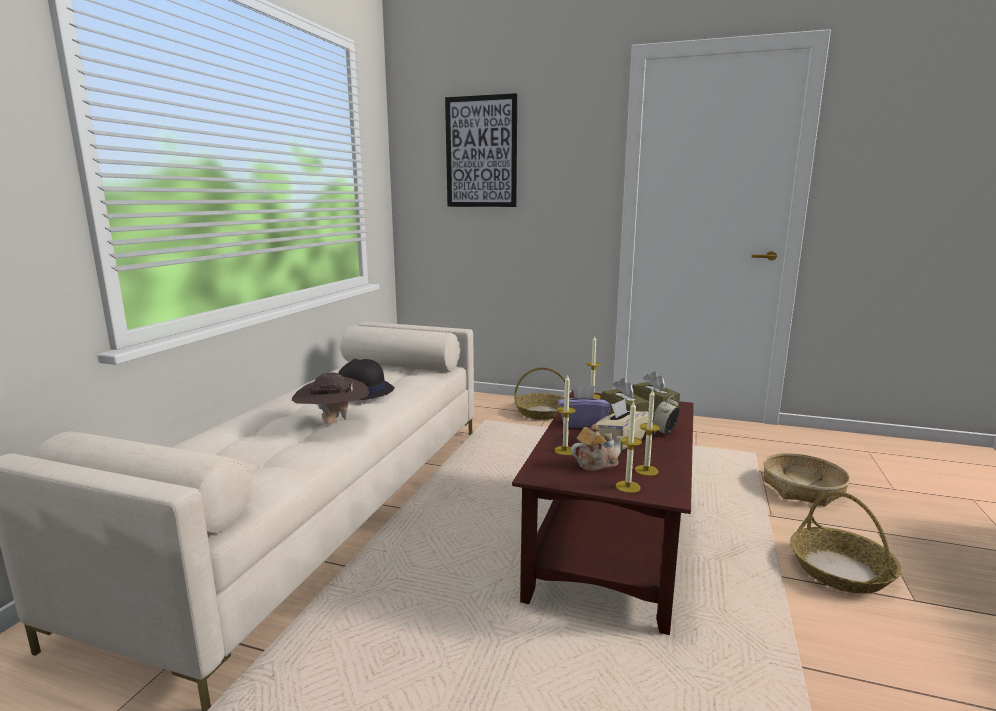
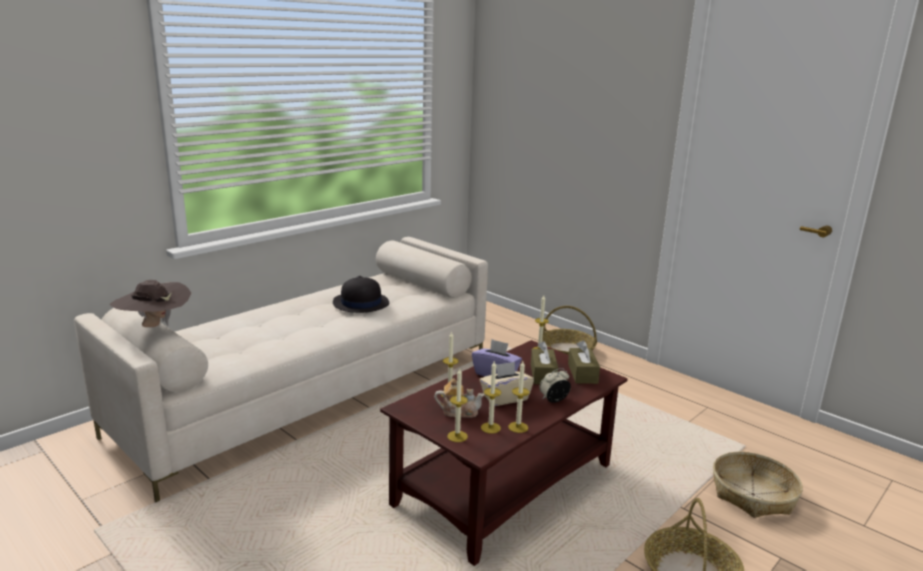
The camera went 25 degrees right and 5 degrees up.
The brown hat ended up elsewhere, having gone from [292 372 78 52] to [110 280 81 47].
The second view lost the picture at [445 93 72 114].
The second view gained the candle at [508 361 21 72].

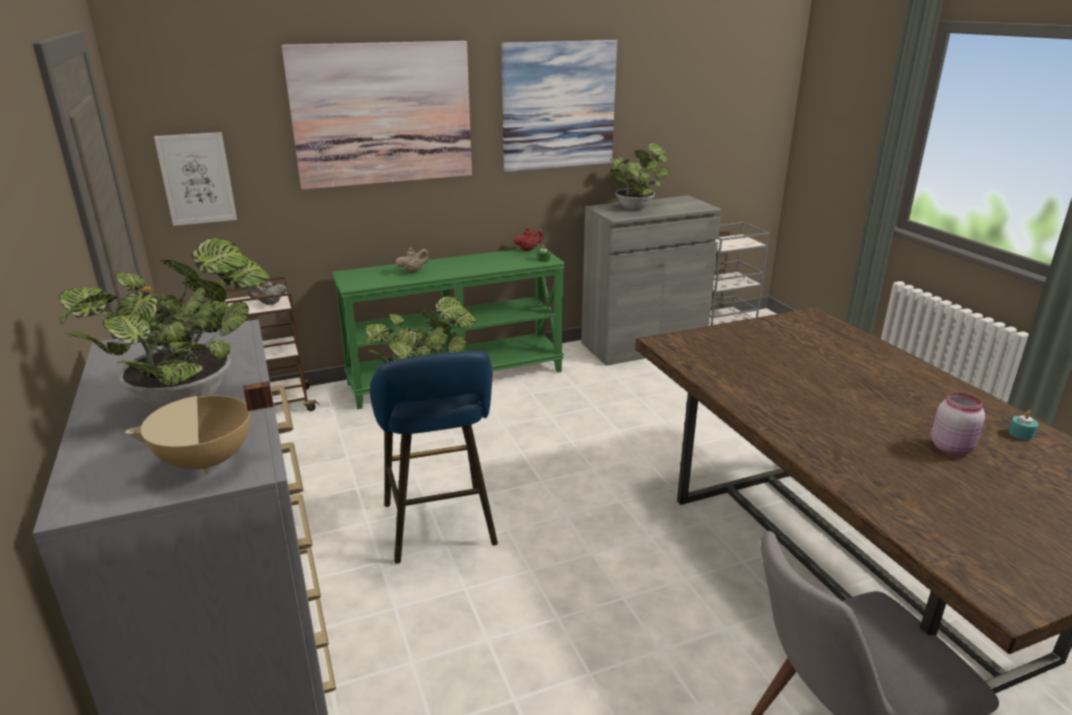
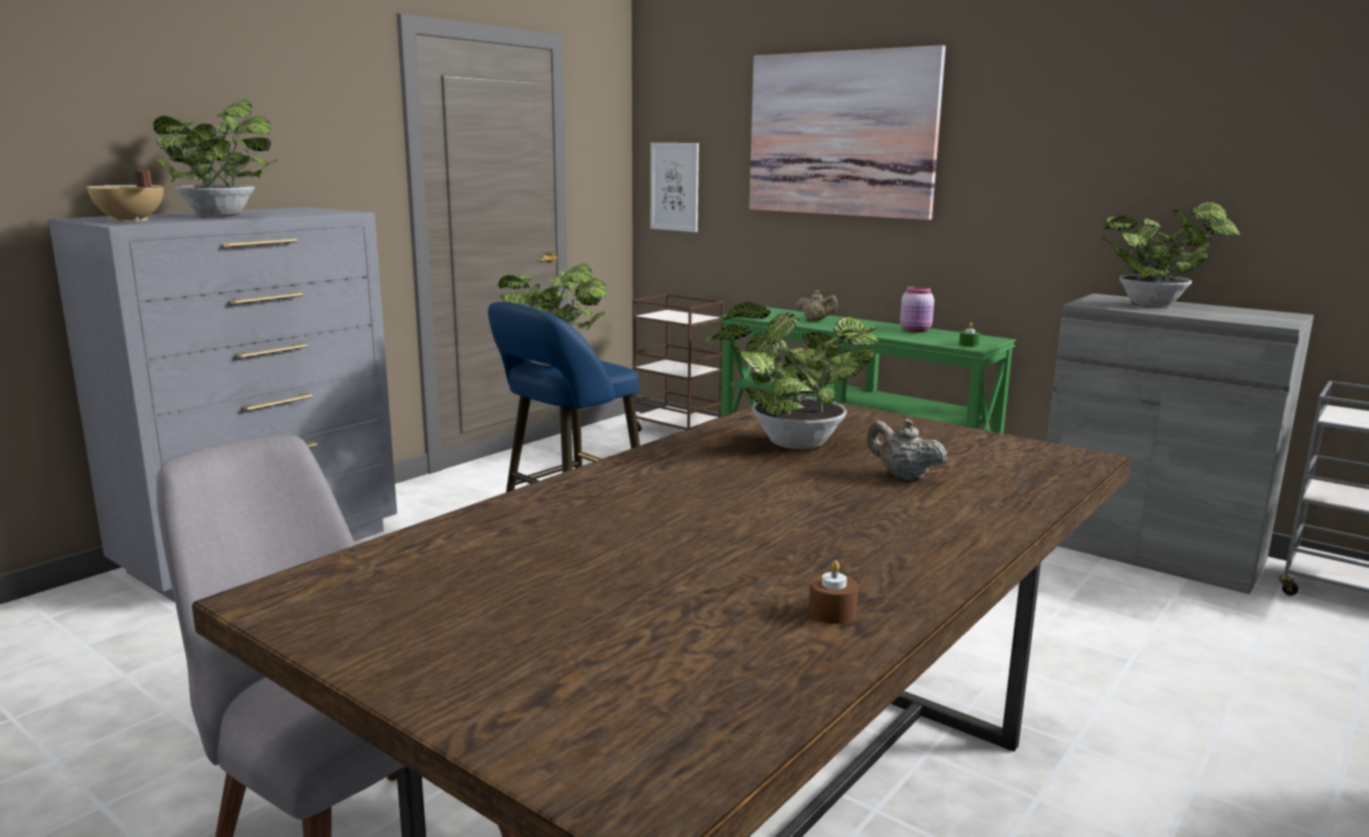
The camera went 60 degrees right and 10 degrees down.
The beige teapot ended up elsewhere, having gone from [248 280 39 25] to [867 419 80 61].
The second view lost the picture at [501 40 116 132].
The second view lost the red teapot at [513 228 31 23].
The pink jar ended up elsewhere, having gone from [931 392 54 63] to [900 286 34 46].
What was the turquoise candle at [1009 411 30 29] turned into the brown candle at [809 560 49 64].
The second view gained the potted plant at [704 302 175 147].

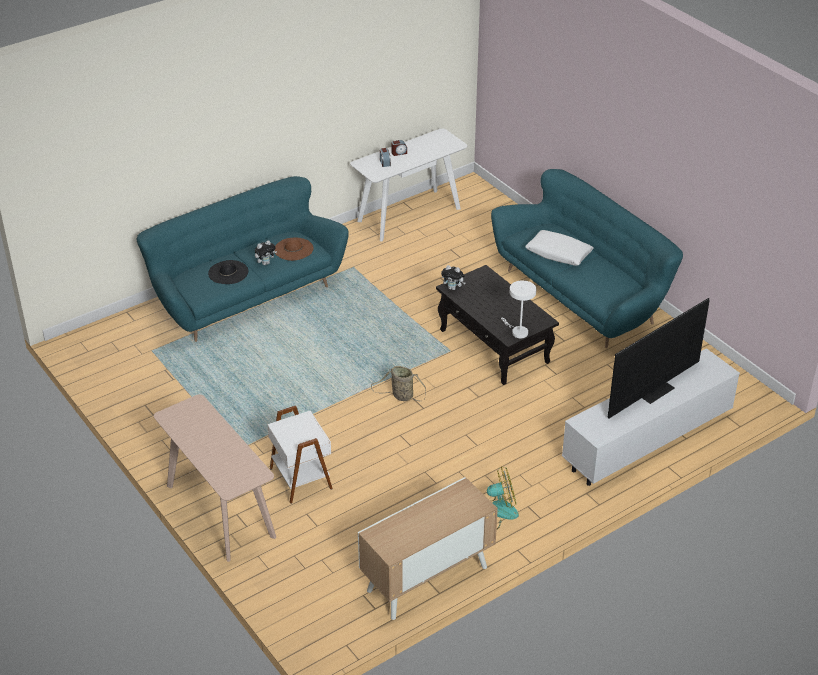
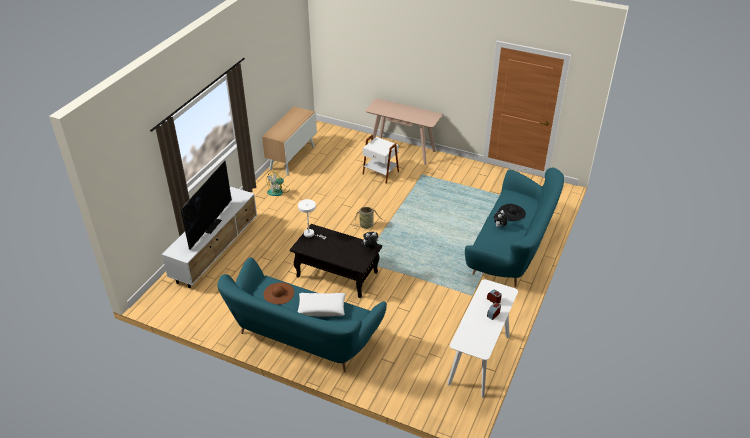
The camera went 150 degrees right and 0 degrees up.
The brown hat ended up elsewhere, having gone from [275 238 38 23] to [264 283 30 22].

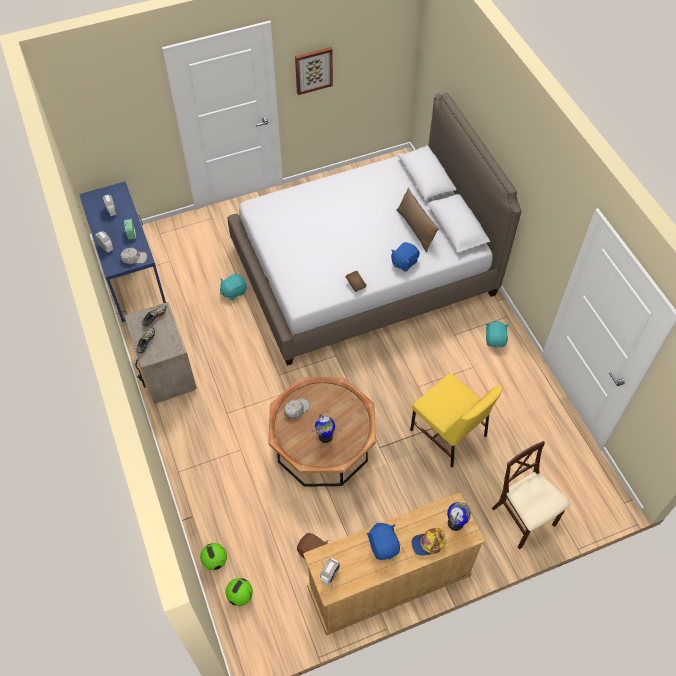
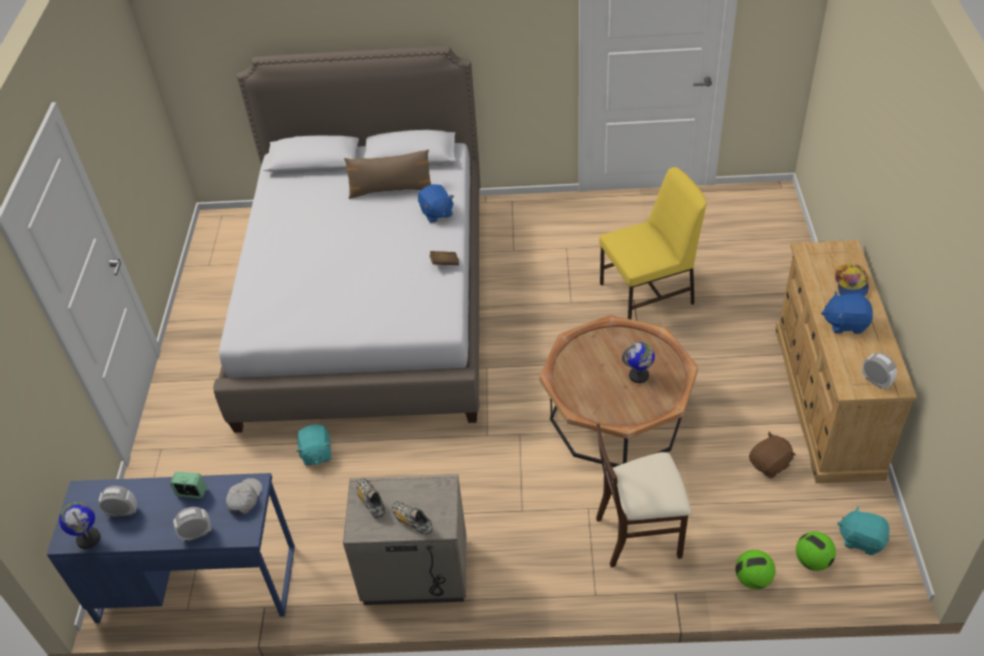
The camera went 65 degrees left and 10 degrees down.
The second view lost the white cap at [284 398 26 21].
The second view lost the picture at [295 47 38 48].
The globe ended up elsewhere, having gone from [447 502 24 29] to [59 502 41 47].
The turquoise plush toy ended up elsewhere, having gone from [486 321 23 26] to [837 505 52 50].
The beige chair ended up elsewhere, having gone from [492 441 79 109] to [596 424 95 143].

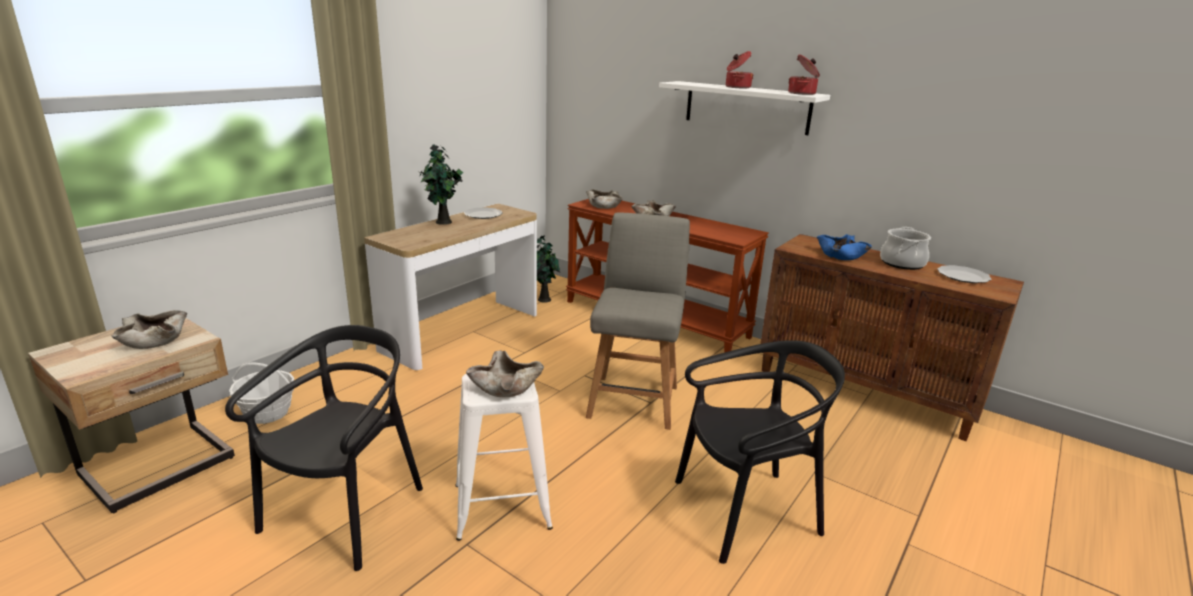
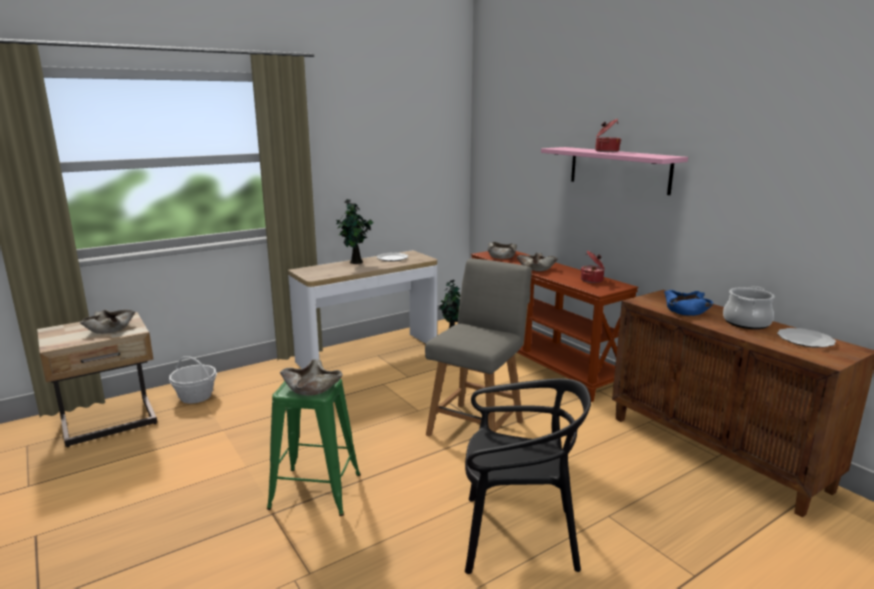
The camera went 20 degrees right and 5 degrees down.
The second view lost the black chair at [225 325 198 246].
What was the white stool at [455 374 98 167] turned into the green stool at [267 379 94 137].
What was the white shelf at [659 81 171 54] turned into the pink shelf at [541 147 147 48].
The cooking pot ended up elsewhere, having gone from [788 55 32 40] to [580 251 25 32].

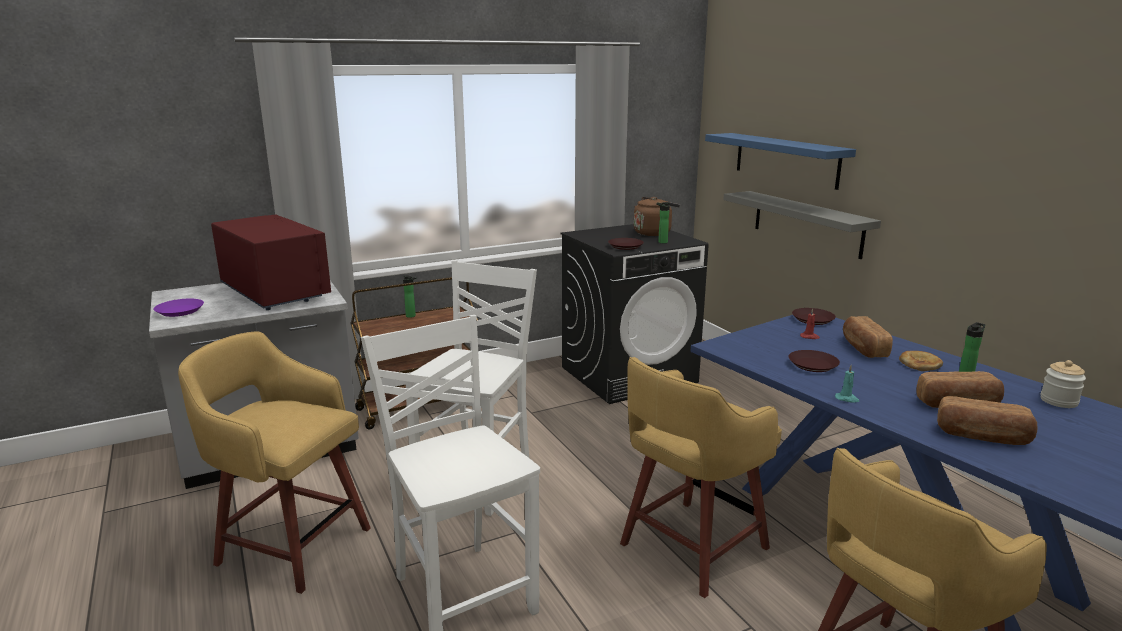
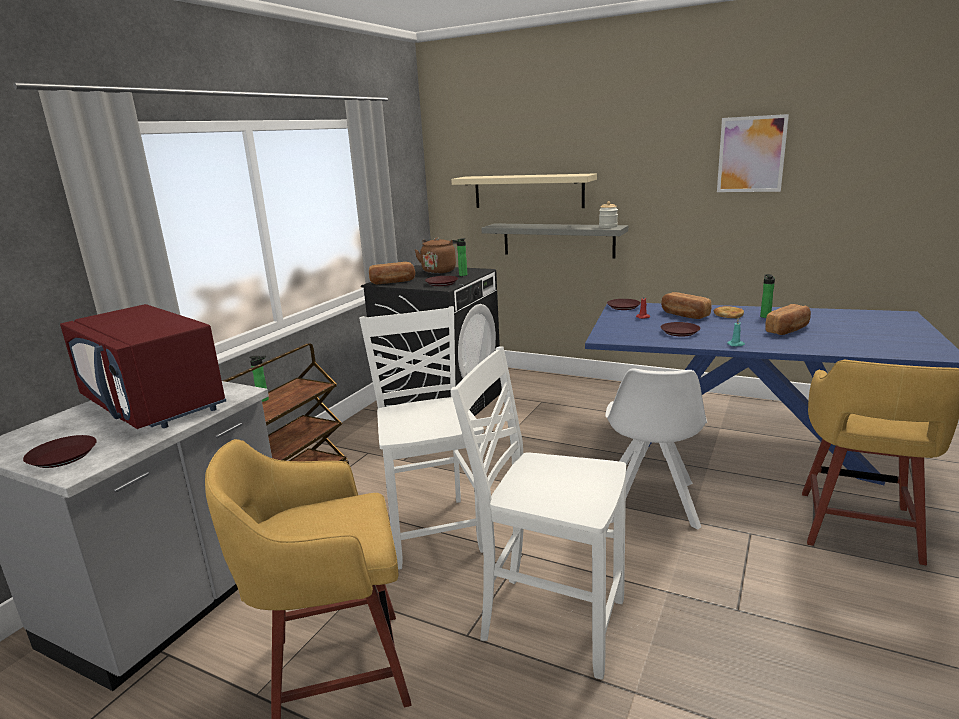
The camera went 35 degrees left and 0 degrees up.
What was the purple plate at [153 299 51 18] turned into the brown plate at [23 435 74 33].
The red microwave at [211 214 120 96] ended up facing another way, 150 degrees counterclockwise from before.
Where the yellow stool stood at [620 357 162 241], the white chair came to stand at [605 368 102 162].
What was the blue shelf at [705 133 151 57] turned into the beige shelf at [451 173 146 35].
The bread ended up elsewhere, having gone from [937 396 101 49] to [369 262 46 22].
The jar ended up elsewhere, having gone from [1040 360 46 48] to [599 201 19 27].
The second view gained the picture at [717 114 72 78].

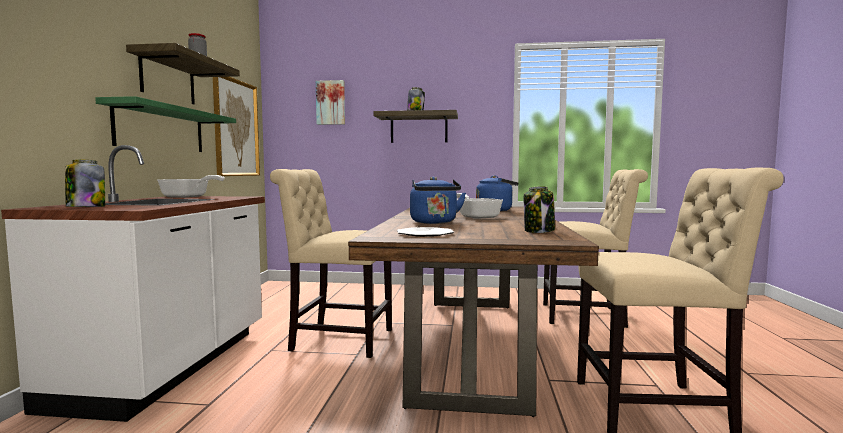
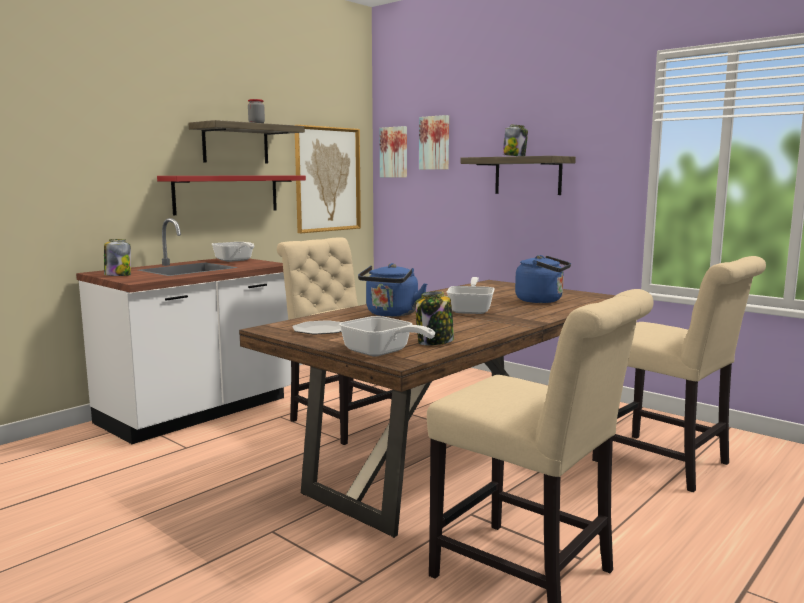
The camera went 35 degrees right and 5 degrees up.
What was the green shelf at [95 96 141 56] turned into the red shelf at [157 176 149 39].
The second view gained the frying pan at [339 316 96 41].
The second view gained the picture at [380 126 27 52].

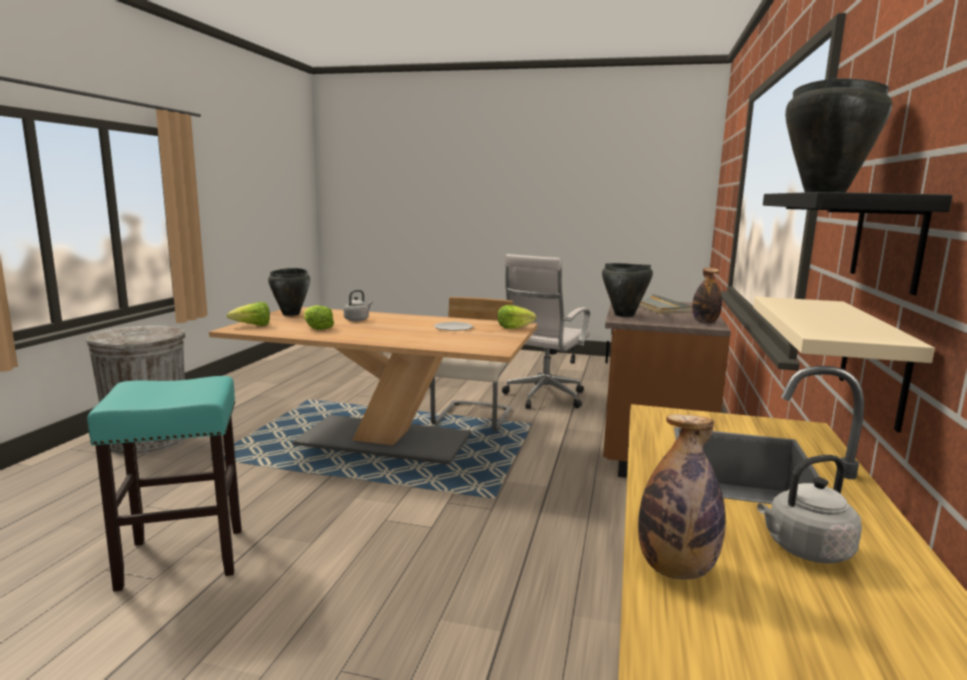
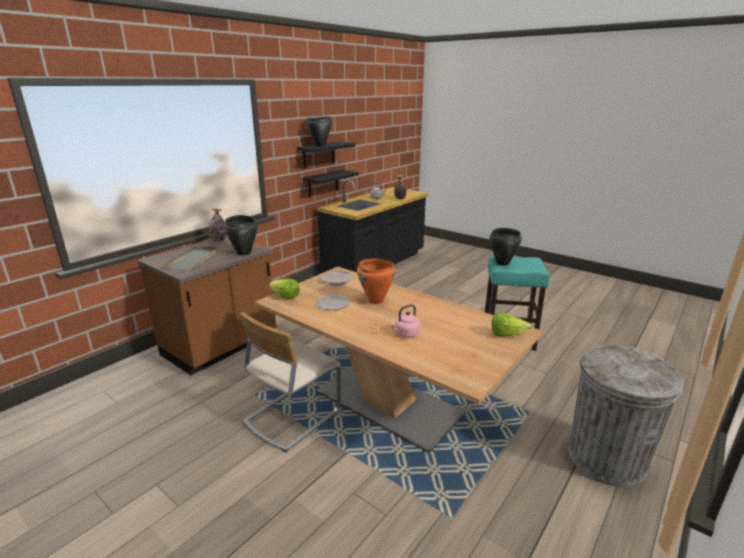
The camera went 155 degrees left and 10 degrees up.
The black cooking pot ended up elsewhere, having gone from [268 268 42 48] to [490 228 32 38].
The second view lost the lettuce at [304 305 30 25].
What was the grey kettle at [344 290 29 31] turned into the pink kettle at [389 304 31 34].
The second view lost the white office chair at [502 254 88 155].
What was the beige shelf at [753 297 182 135] turned into the black shelf at [302 170 57 27].
The second view gained the frying pan at [320 271 32 17].
The second view gained the orange cooking pot at [357 259 38 45].

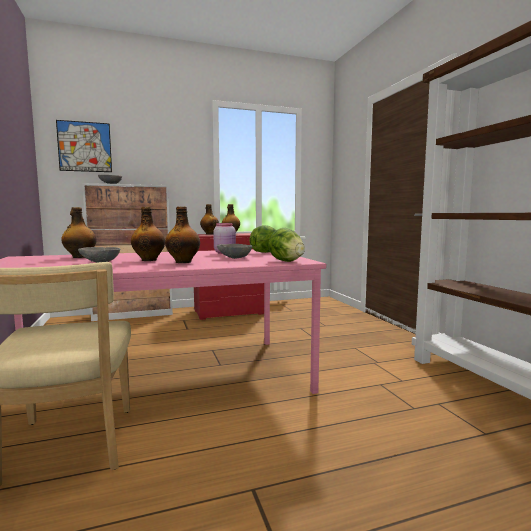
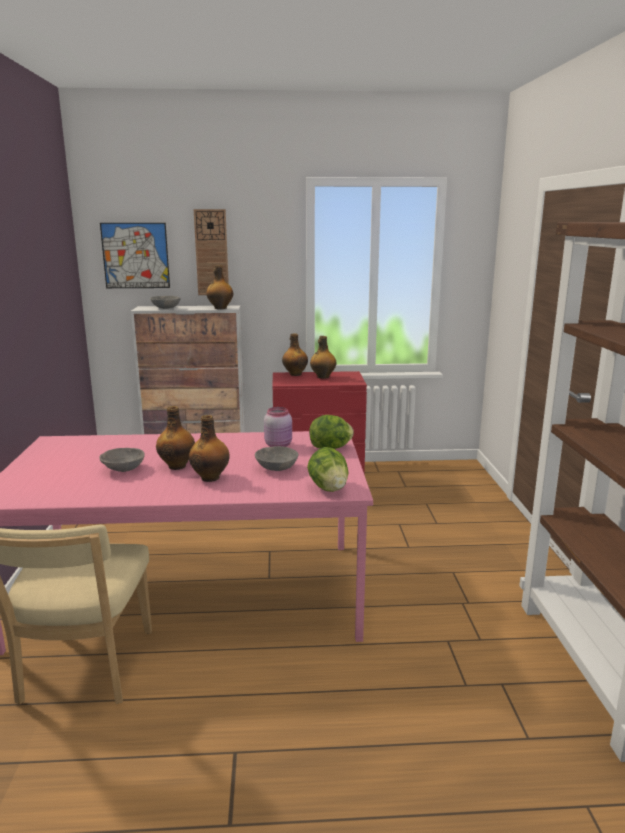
The camera went 15 degrees right and 10 degrees up.
The bottle ended up elsewhere, having gone from [61 207 35 51] to [206 265 27 44].
The second view gained the wall clock at [194 209 35 86].

